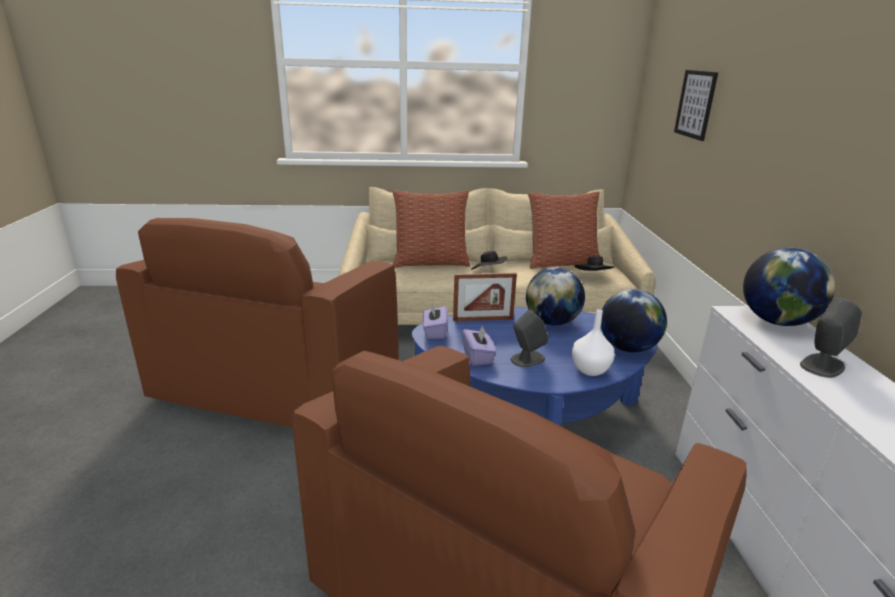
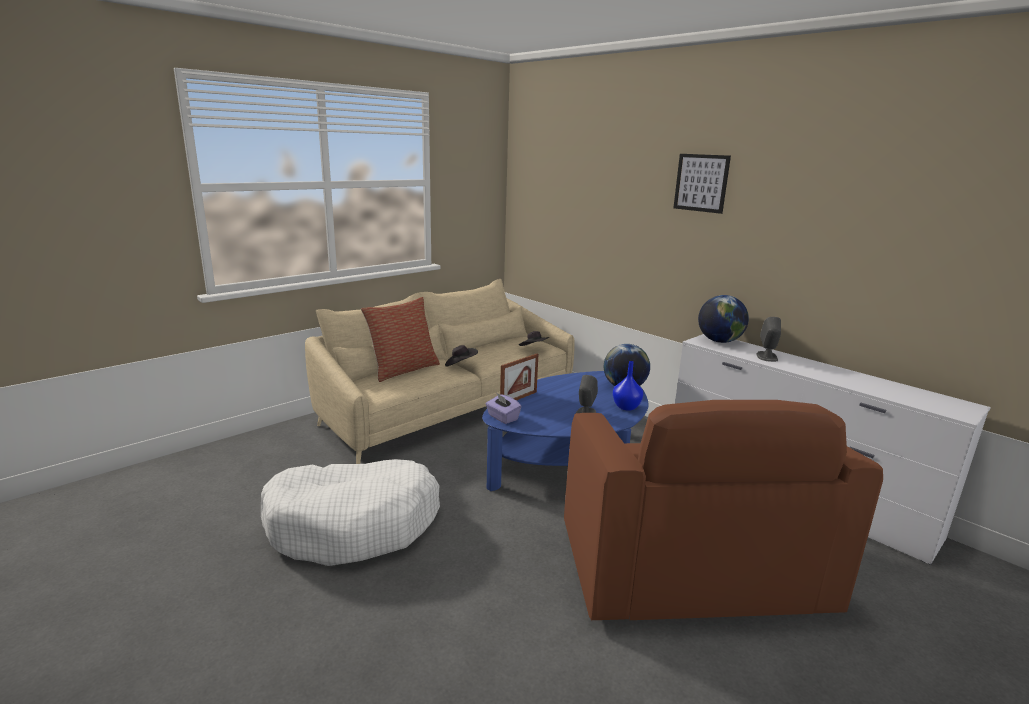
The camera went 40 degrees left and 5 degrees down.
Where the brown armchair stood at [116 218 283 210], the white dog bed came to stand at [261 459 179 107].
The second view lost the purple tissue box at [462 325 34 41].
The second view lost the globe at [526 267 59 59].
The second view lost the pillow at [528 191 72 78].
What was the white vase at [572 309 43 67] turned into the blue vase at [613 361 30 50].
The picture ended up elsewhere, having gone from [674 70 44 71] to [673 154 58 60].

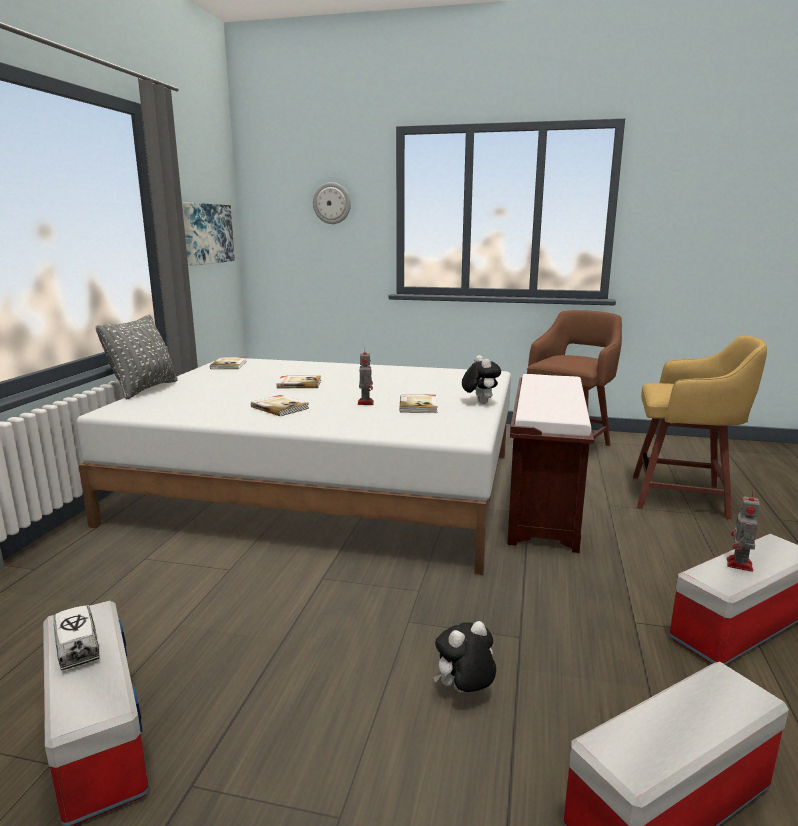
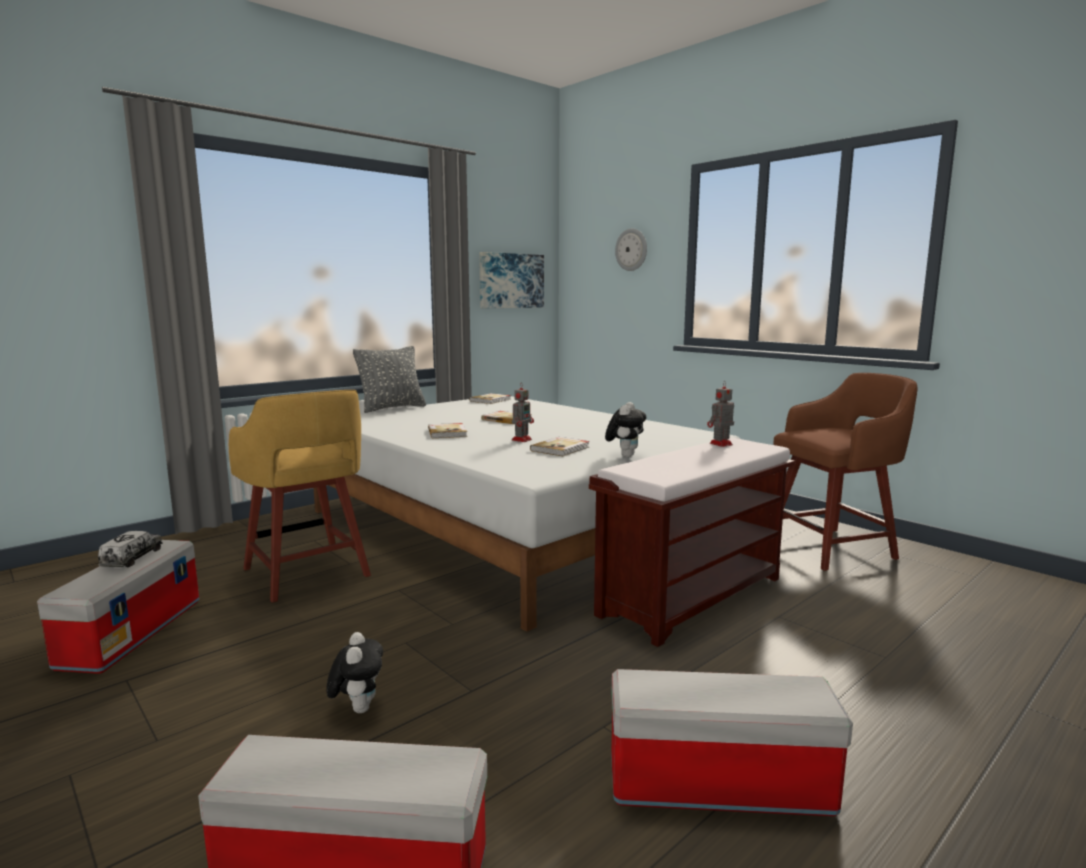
The camera went 35 degrees right and 5 degrees down.
The plush toy at [433 621 63 71] ended up facing another way, 75 degrees clockwise from before.
The yellow stool ended up elsewhere, having gone from [633 336 134 183] to [229 390 142 213].
The toy robot ended up elsewhere, having gone from [727 491 33 81] to [707 381 27 66].

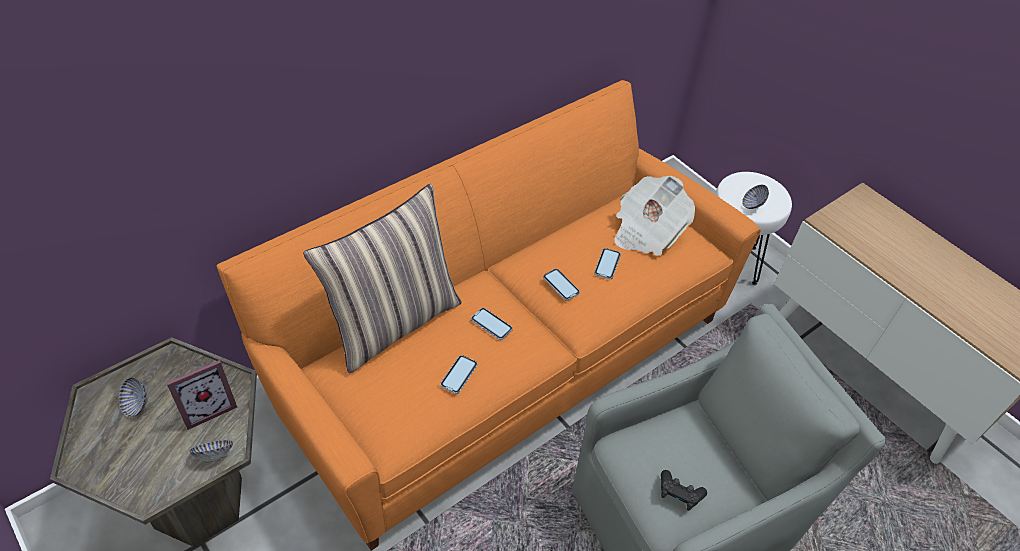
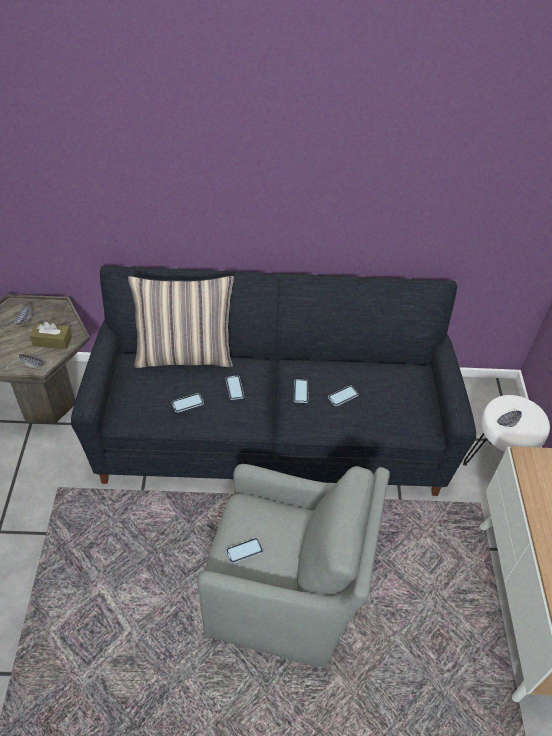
The camera went 40 degrees right and 0 degrees up.
Where the picture frame stood at [167 360 70 70], the brown tissue box came to stand at [30 321 42 29].
What was the orange sofa at [217 80 544 471] turned into the black sofa at [71 266 405 230].
The second view lost the newspaper at [614 176 81 80].
Where the black game controller stood at [661 470 46 41], the phone came to stand at [226 538 37 26].

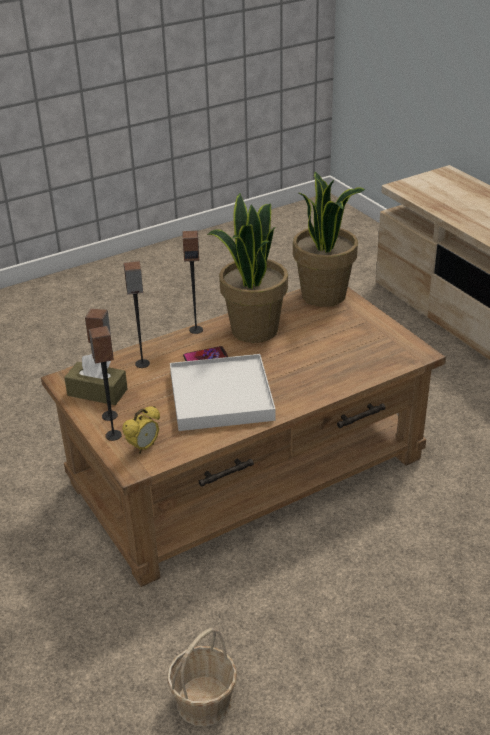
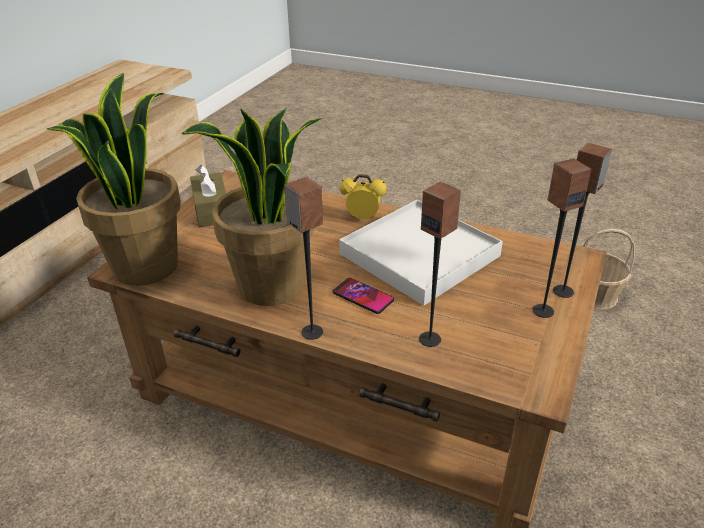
The camera went 125 degrees left and 0 degrees up.
The brown tissue box ended up elsewhere, having gone from [64 354 64 51] to [190 164 36 63].
The alarm clock ended up elsewhere, having gone from [122 406 38 48] to [340 174 47 45].

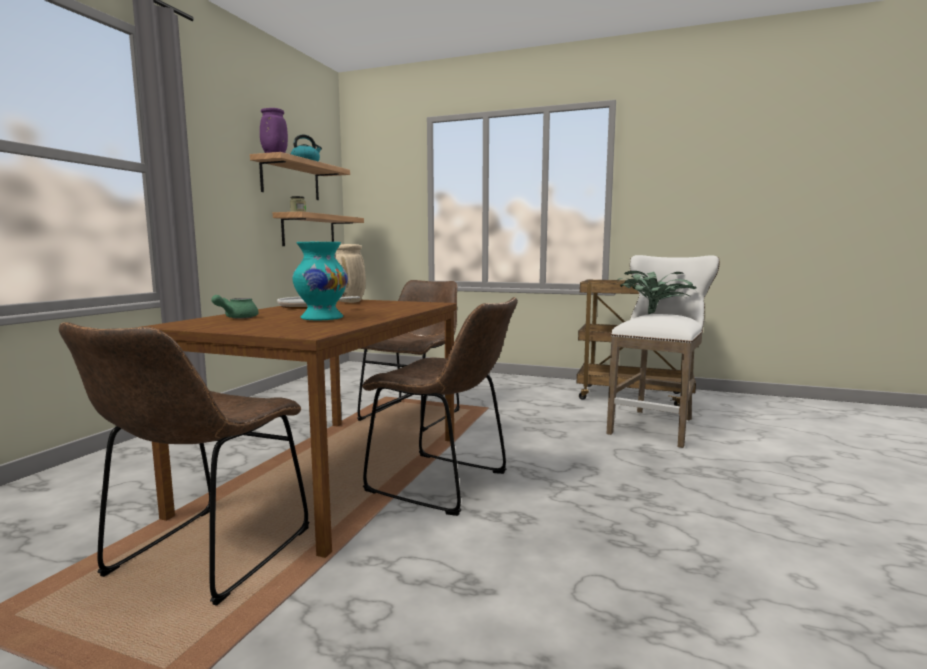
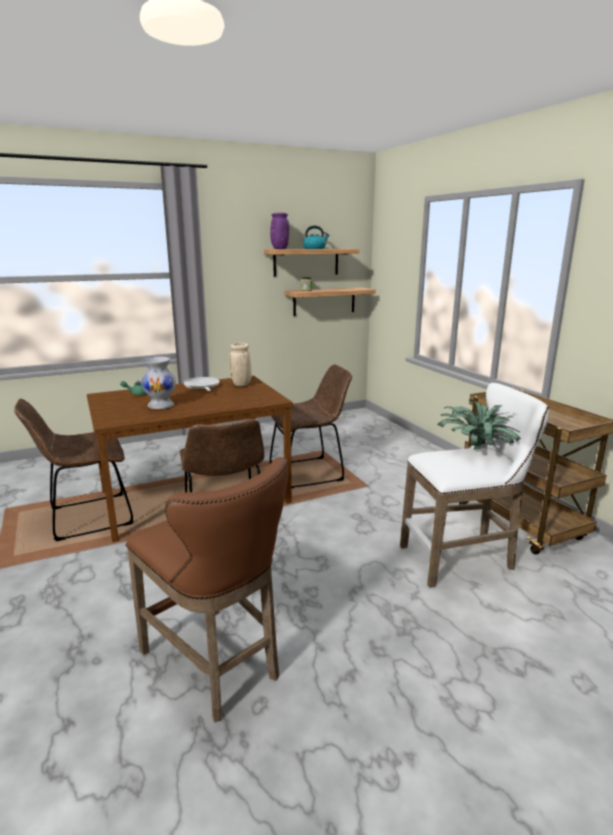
The camera went 45 degrees right and 10 degrees up.
What was the turquoise vase at [292 242 56 78] turned into the white vase at [141 357 35 52].
The second view gained the brown stool at [126 457 162 265].

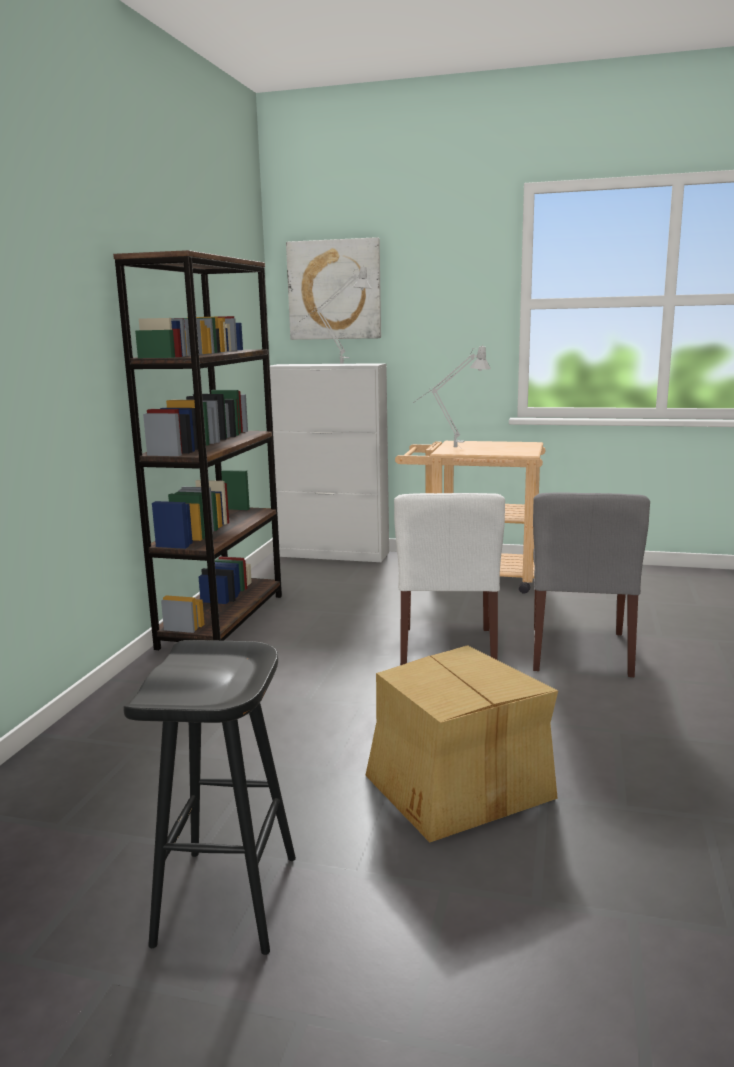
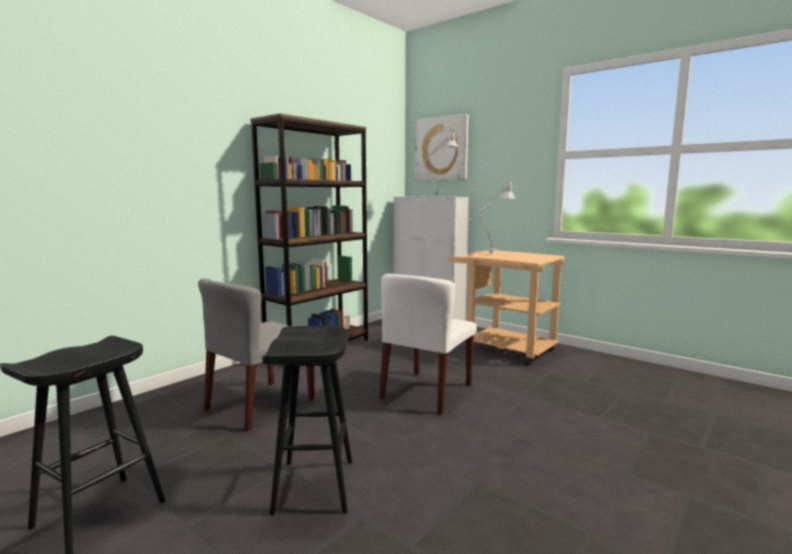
The camera went 25 degrees right and 5 degrees down.
Where the cardboard box stood at [365 645 193 197], the black stool came to stand at [262 326 90 190].
The grey chair ended up elsewhere, having gone from [533 493 117 184] to [198 278 116 153].

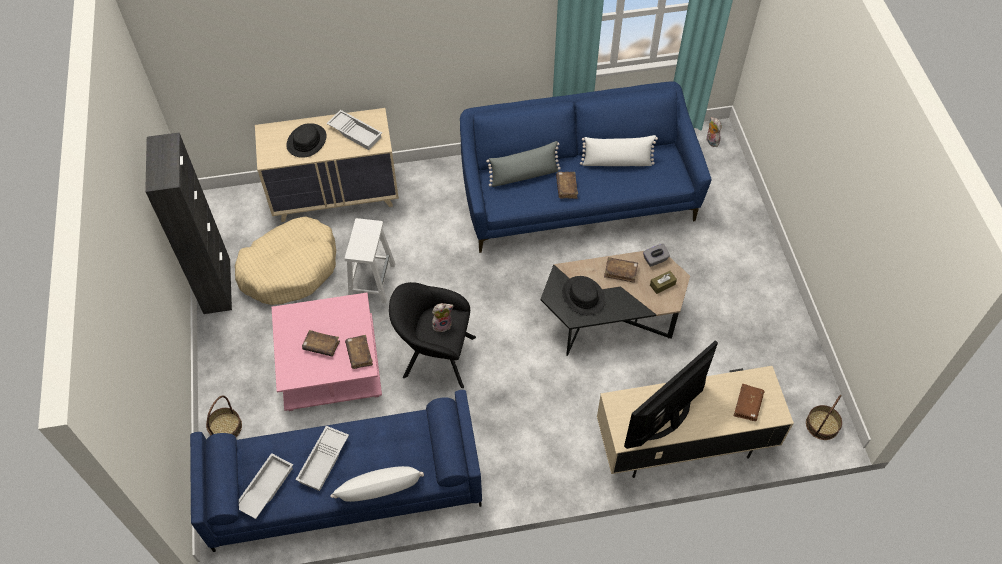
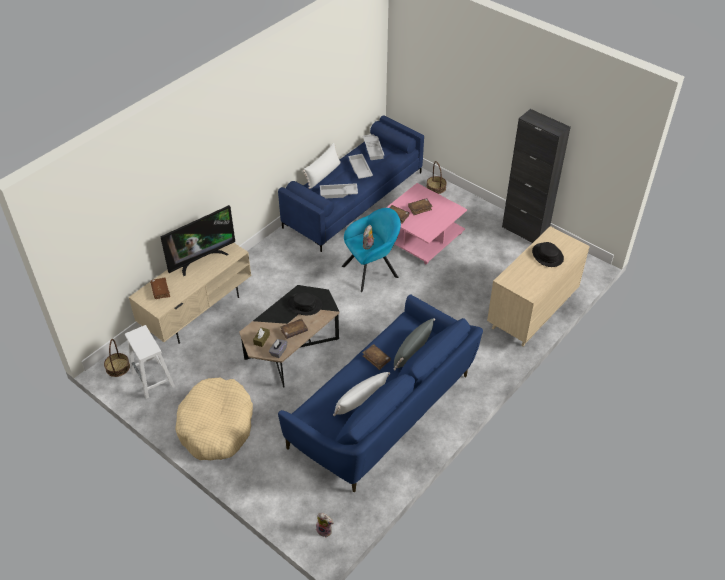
The camera went 140 degrees right and 10 degrees down.
The beige dog bed ended up elsewhere, having gone from [235 217 101 88] to [175 378 78 82].
The white tray ended up elsewhere, having gone from [326 110 56 40] to [320 183 38 15].
The white stool ended up elsewhere, having gone from [345 218 50 85] to [125 325 50 74].
What was the black armchair at [389 282 87 106] turned into the turquoise armchair at [342 208 59 84].
The television at [624 340 94 109] ended up facing another way, 45 degrees clockwise from before.

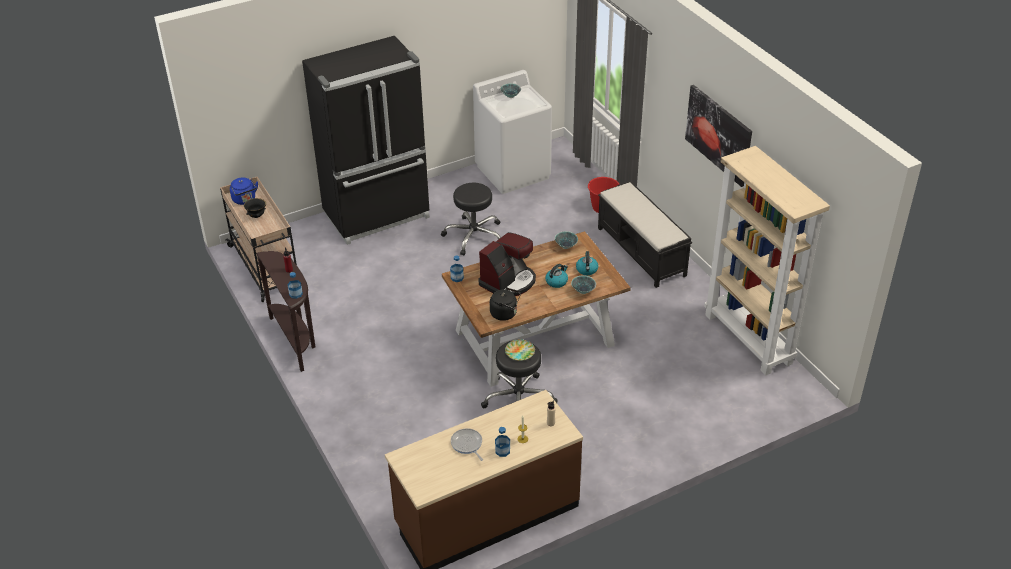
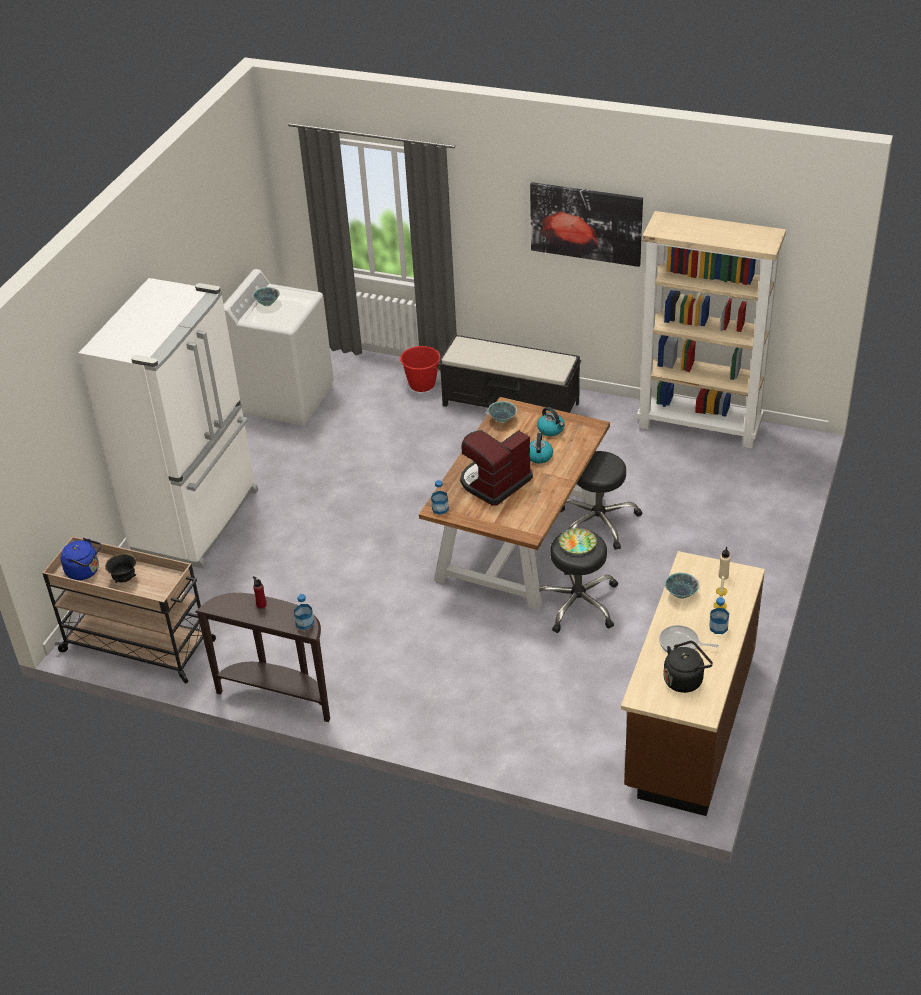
The camera went 40 degrees left and 0 degrees up.
What was the black fridge at [302 36 128 209] turned into the white fridge at [79 278 179 290].
The black stool ended up elsewhere, having gone from [441 183 60 72] to [560 451 82 99].
The coffee machine at [478 232 58 64] ended up facing another way, 135 degrees counterclockwise from before.
The black kettle ended up elsewhere, having gone from [490 287 31 34] to [663 641 50 52].
The bowl ended up elsewhere, having gone from [571 275 25 19] to [665 572 35 27].

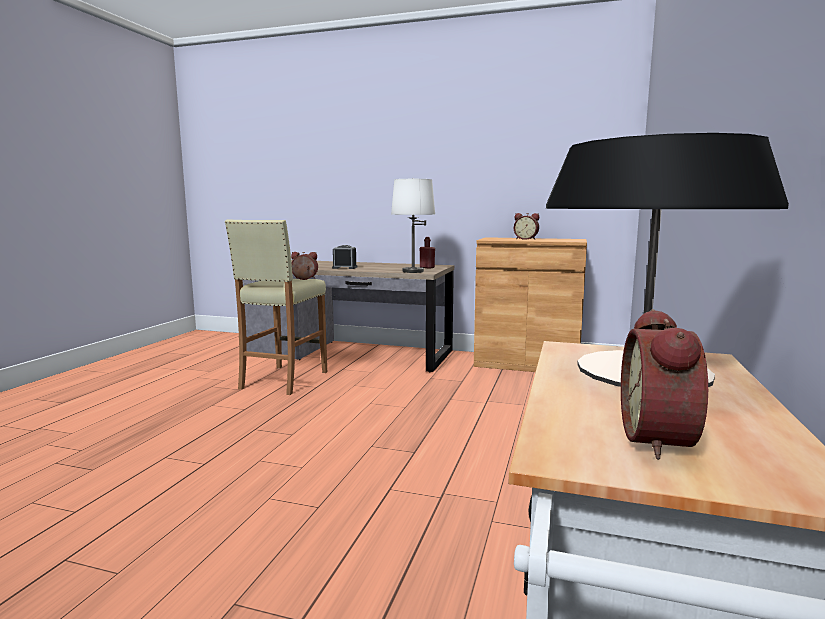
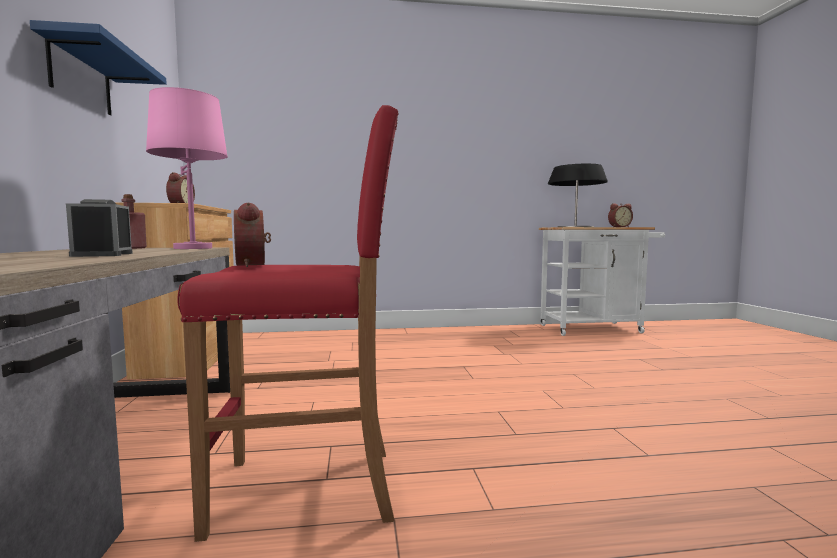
The camera went 115 degrees left and 5 degrees down.
What was the beige stool at [225 219 102 176] turned into the red stool at [177 105 222 437].
What was the white table lamp at [391 178 44 95] turned into the pink table lamp at [146 87 82 162].
The second view gained the blue shelf at [30 20 137 95].

